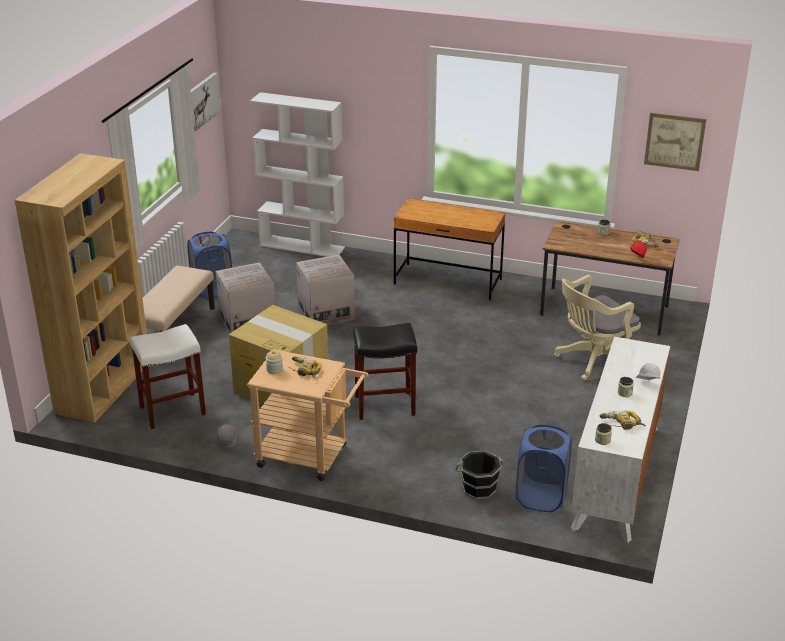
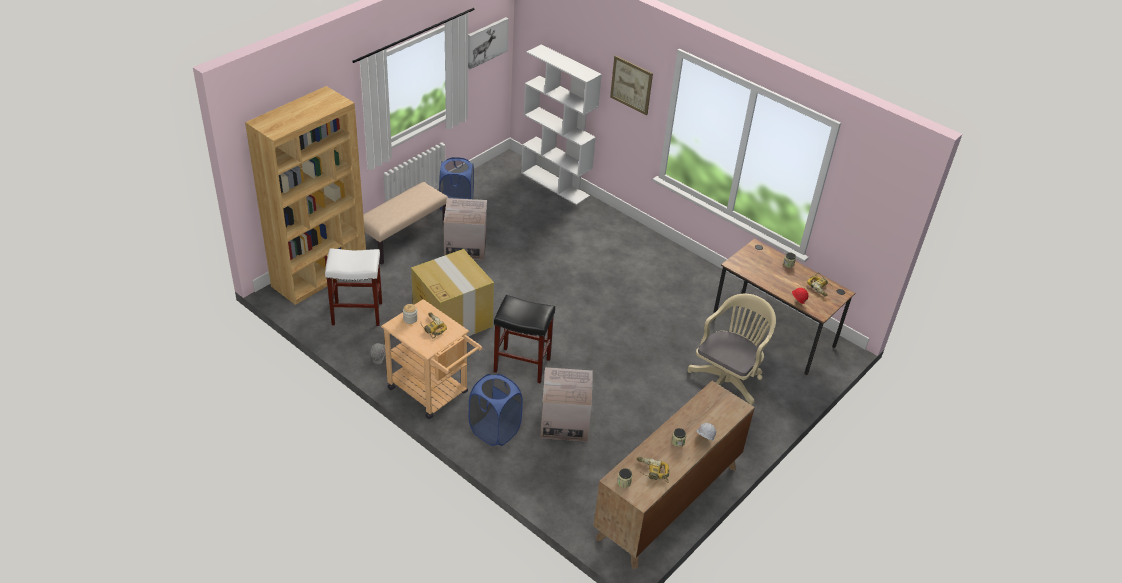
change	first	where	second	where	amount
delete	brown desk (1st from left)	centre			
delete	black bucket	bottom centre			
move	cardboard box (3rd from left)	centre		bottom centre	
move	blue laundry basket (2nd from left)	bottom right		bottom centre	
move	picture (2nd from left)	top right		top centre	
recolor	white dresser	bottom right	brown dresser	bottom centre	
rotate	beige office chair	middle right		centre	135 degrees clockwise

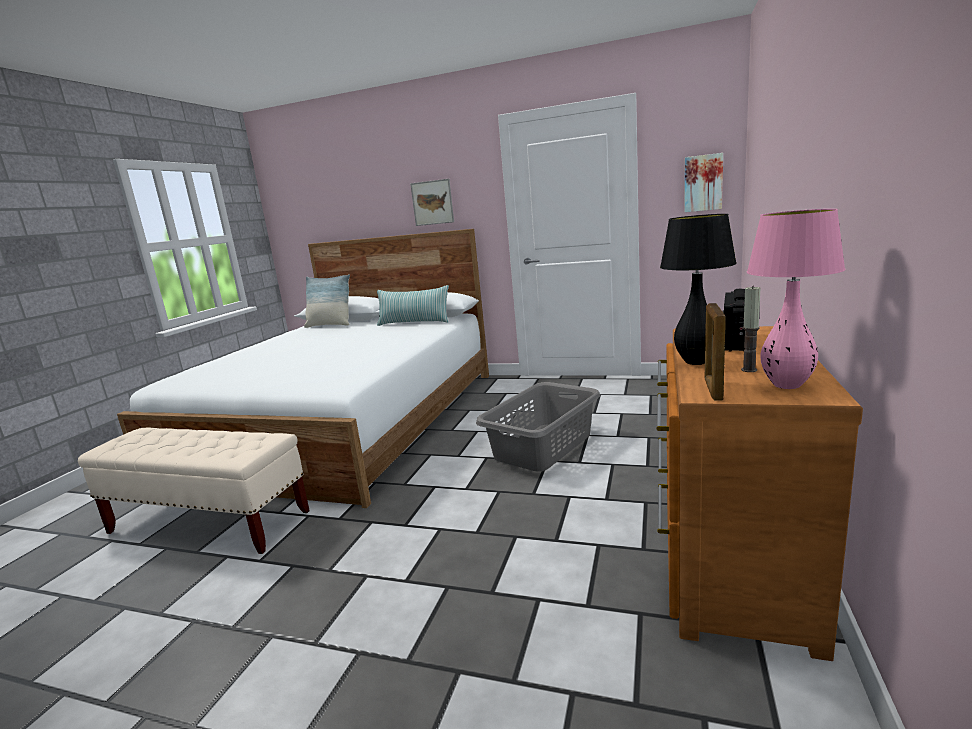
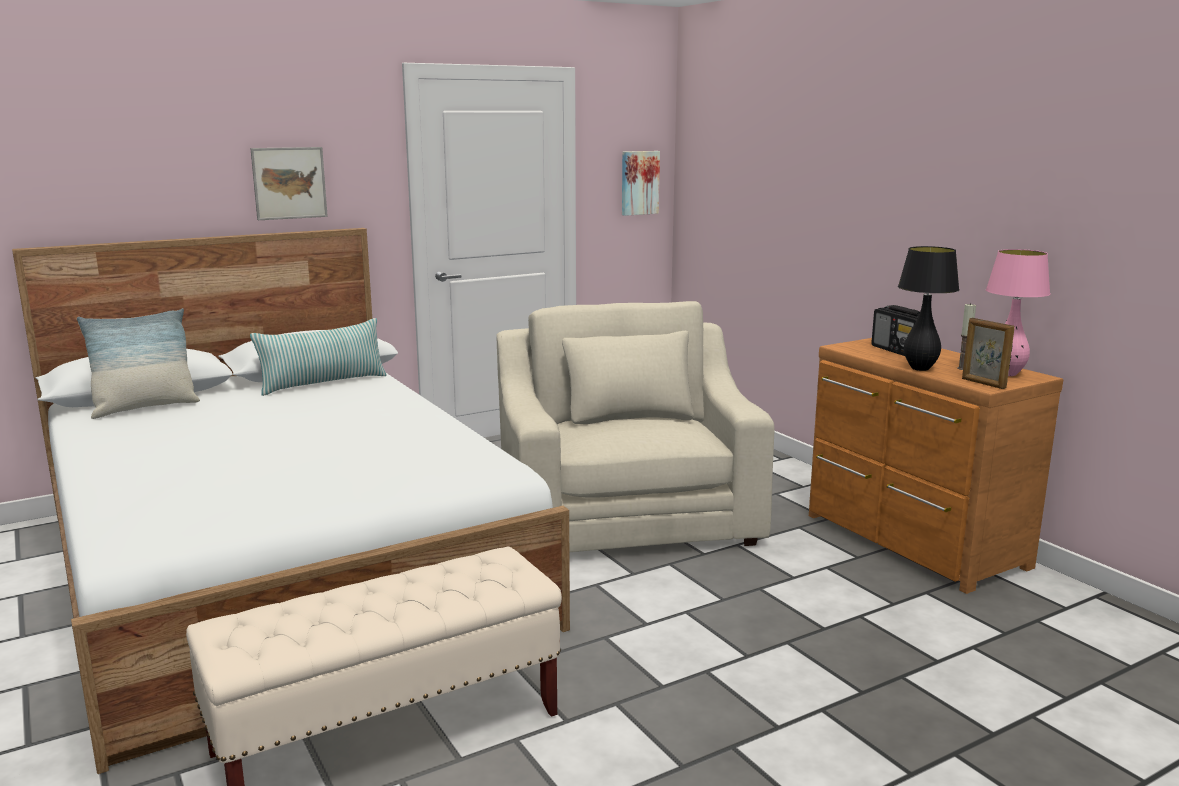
change	first	where	second	where	amount
replace	grey laundry basket	centre	beige armchair	centre	

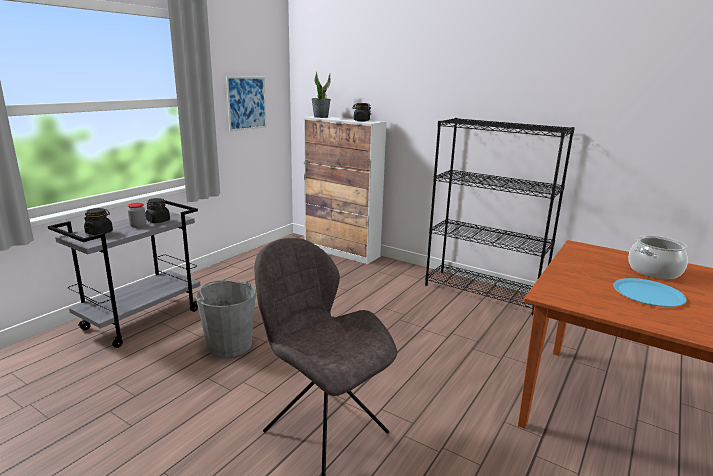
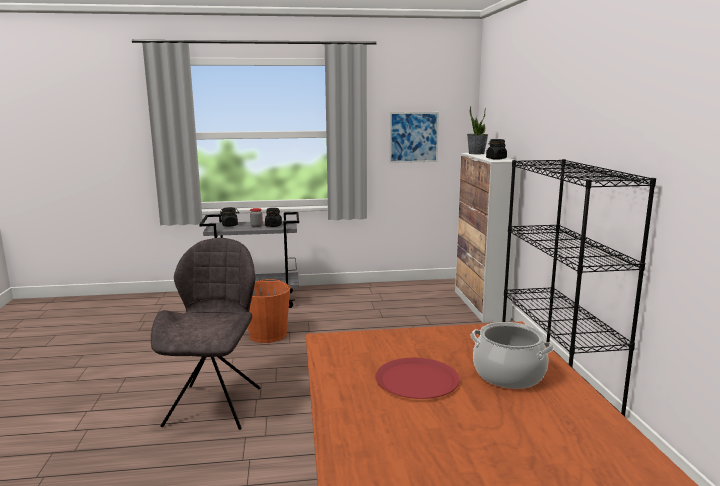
change	first	where	second	where	amount
recolor	grey bucket	bottom left	orange bucket	centre	
recolor	blue plate	middle right	red plate	bottom centre	

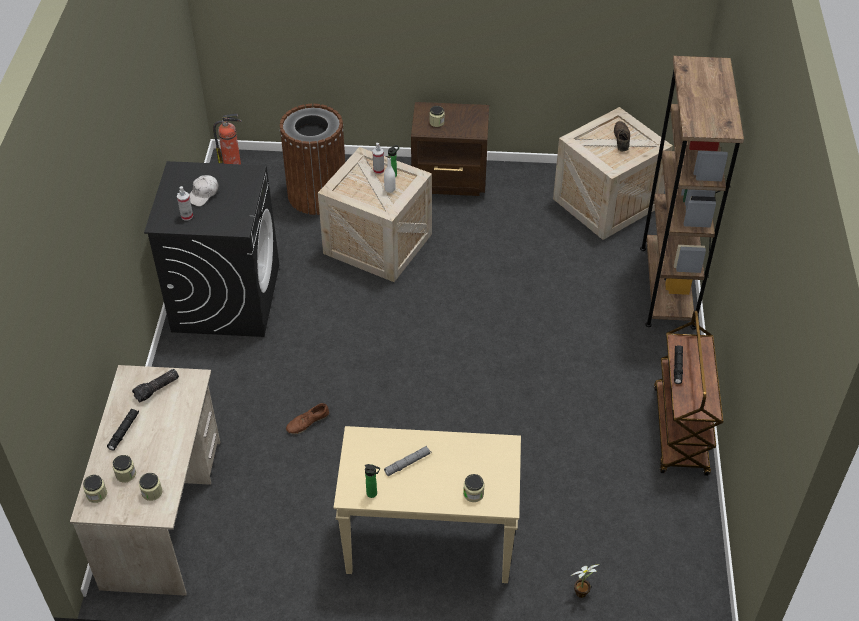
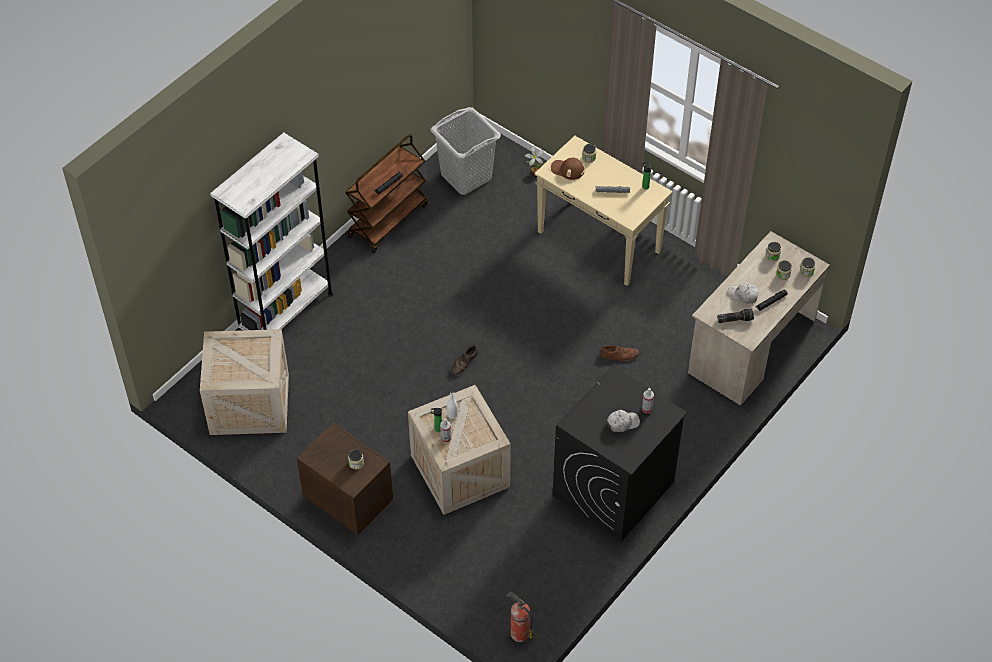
change	first	where	second	where	amount
delete	brown trash can	top centre			
insert			grey laundry basket	top centre	
insert			brown cap	top centre	
insert			white cap (2nd from left)	middle right	
move	brown shoe (2nd from left in the first image)	top right	brown shoe (1st from left)	centre	
recolor	brown bookcase	top right	white bookcase	middle left	

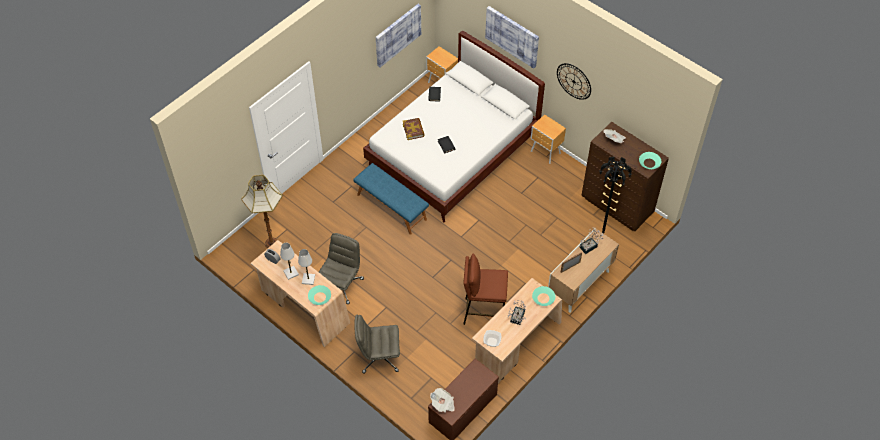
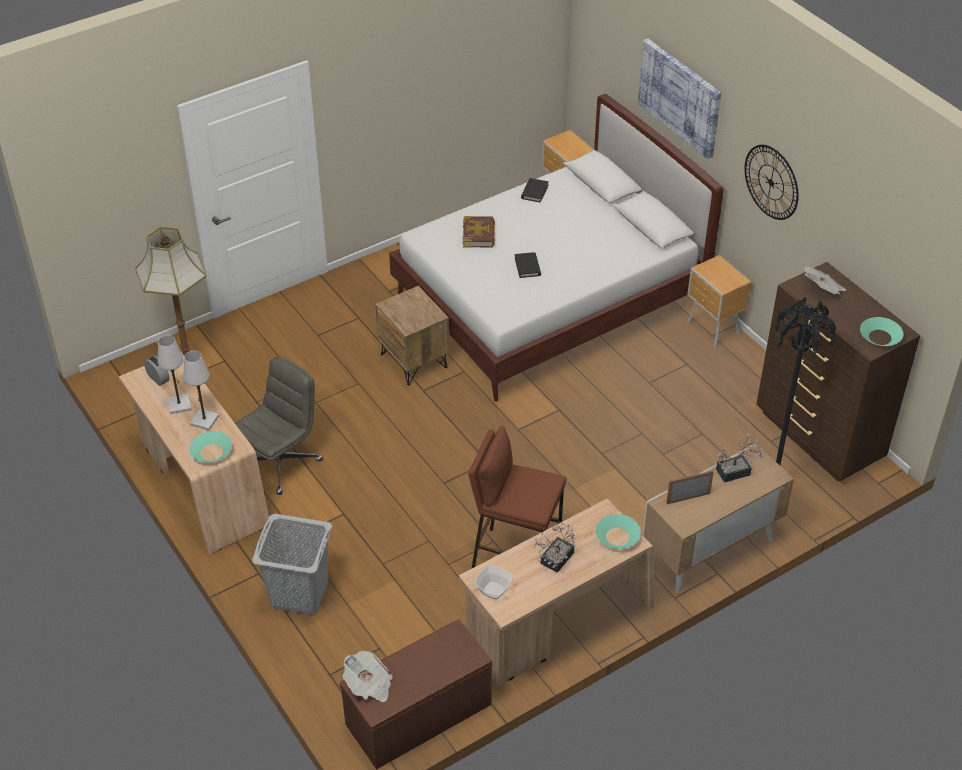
change	first	where	second	where	amount
delete	picture (1st from left)	top centre			
replace	blue bench	centre	brown nightstand (1st from left)	centre	
replace	grey office chair (2nd from left)	bottom centre	grey laundry basket	bottom left	

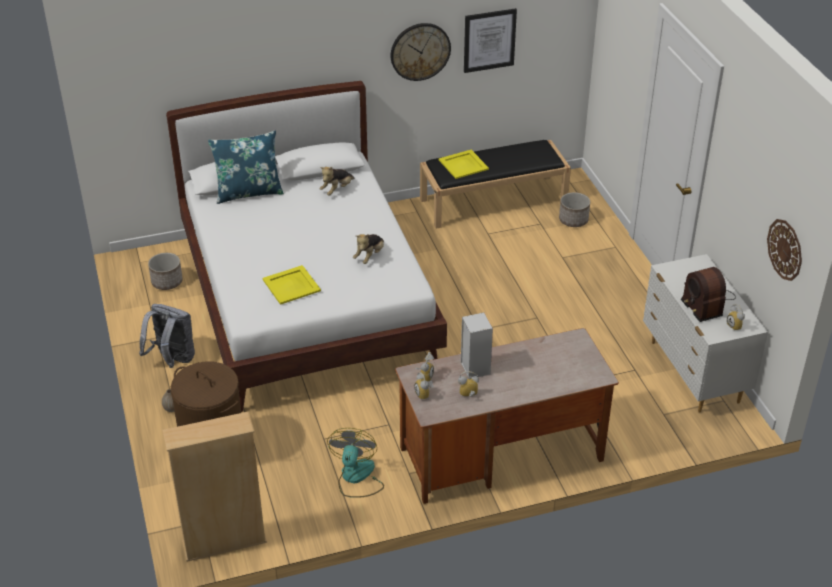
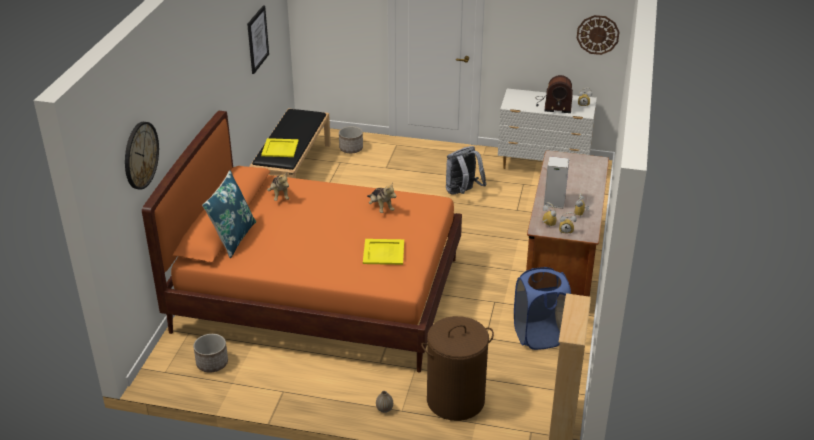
change	first	where	second	where	amount
move	grey backpack	middle left		centre	
move	wall clock (1st from left)	top centre		middle left	
replace	fan	bottom centre	blue laundry basket	bottom centre	
recolor	white bed	centre	orange bed	centre	

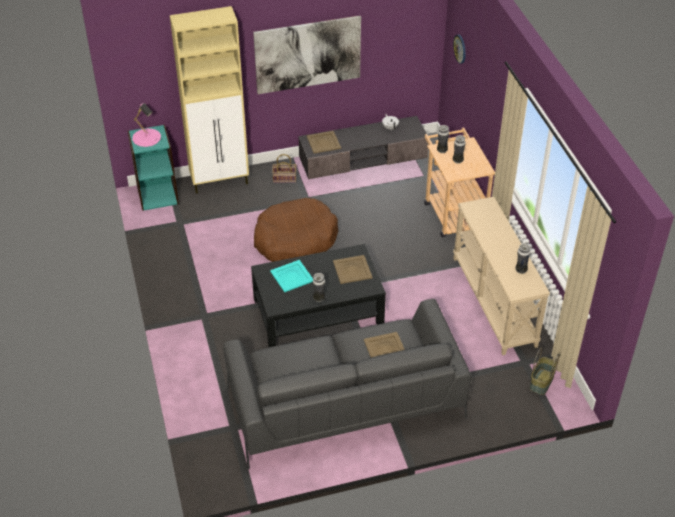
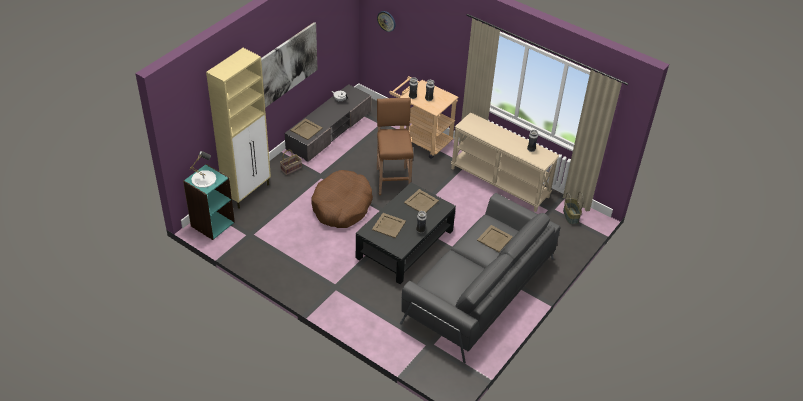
change	first	where	second	where	amount
insert			brown stool	centre	
recolor	pink table lamp	top left	white table lamp	middle left	
recolor	turquoise tray	centre	beige tray (2nd from left)	centre	

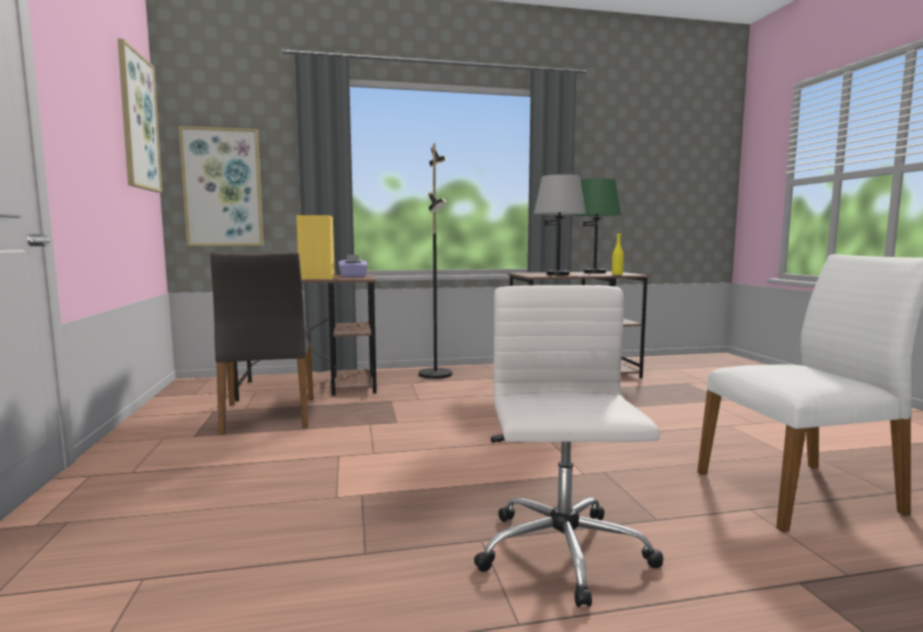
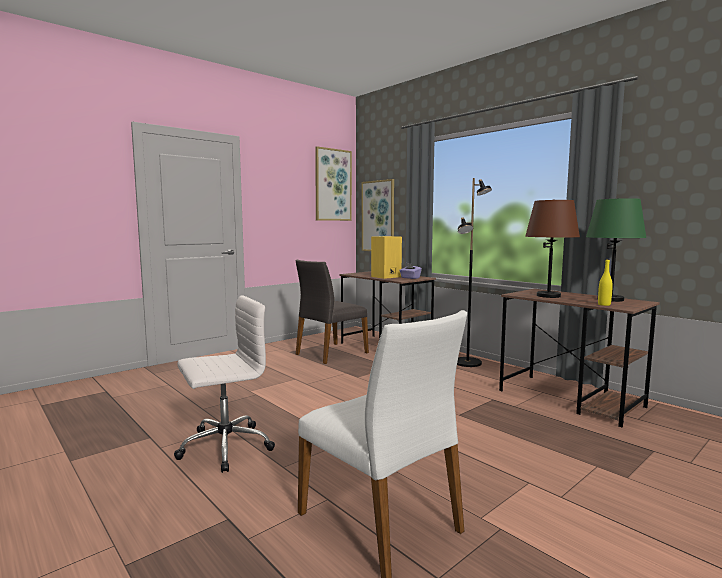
change	first	where	second	where	amount
recolor	grey table lamp	centre	brown table lamp	middle right	

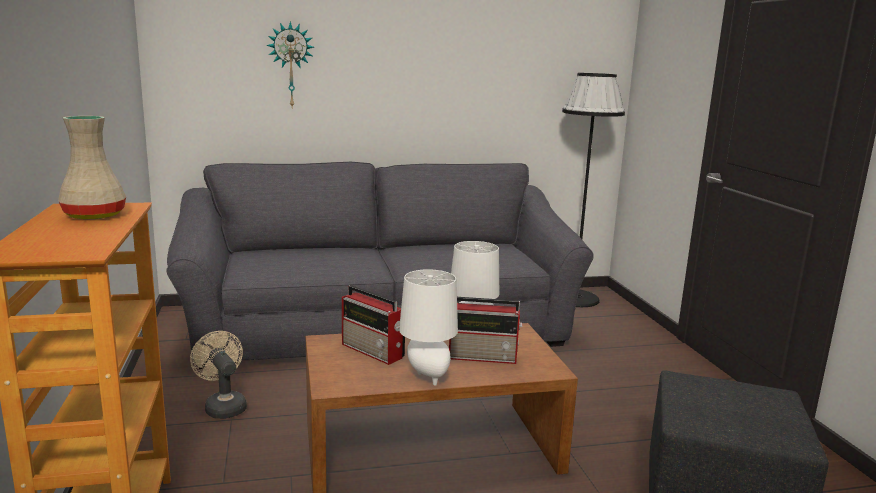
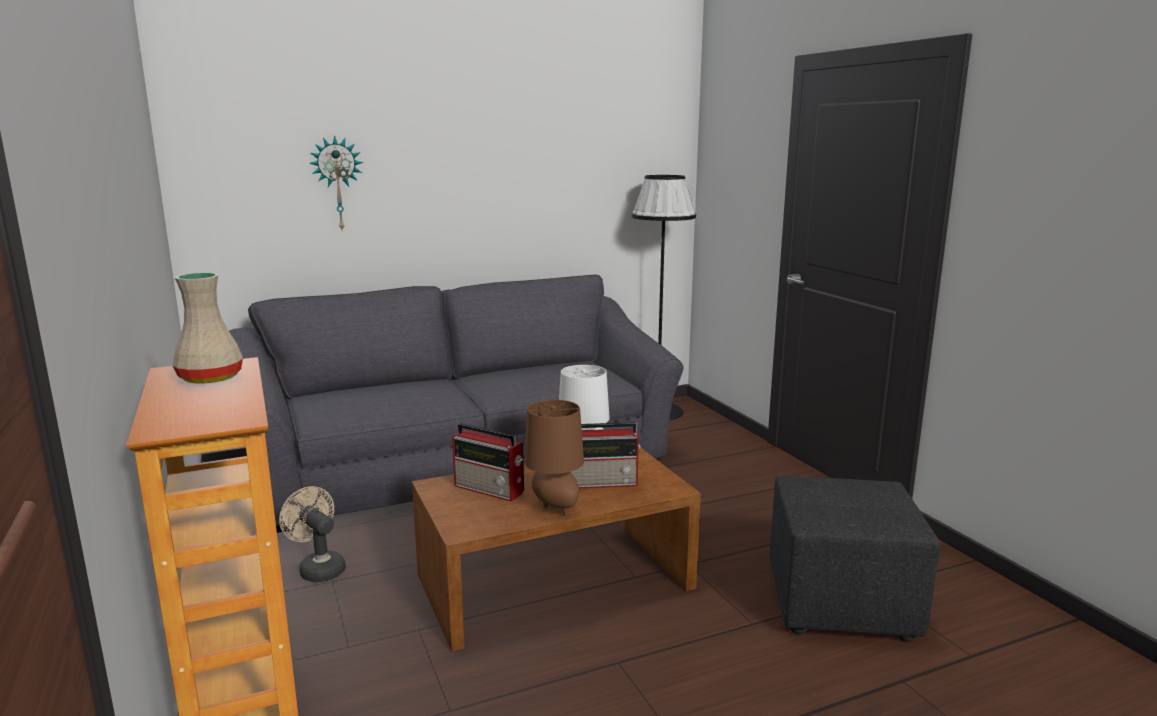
change	first	where	second	where	amount
recolor	white table lamp (1st from left)	centre	brown table lamp	centre	

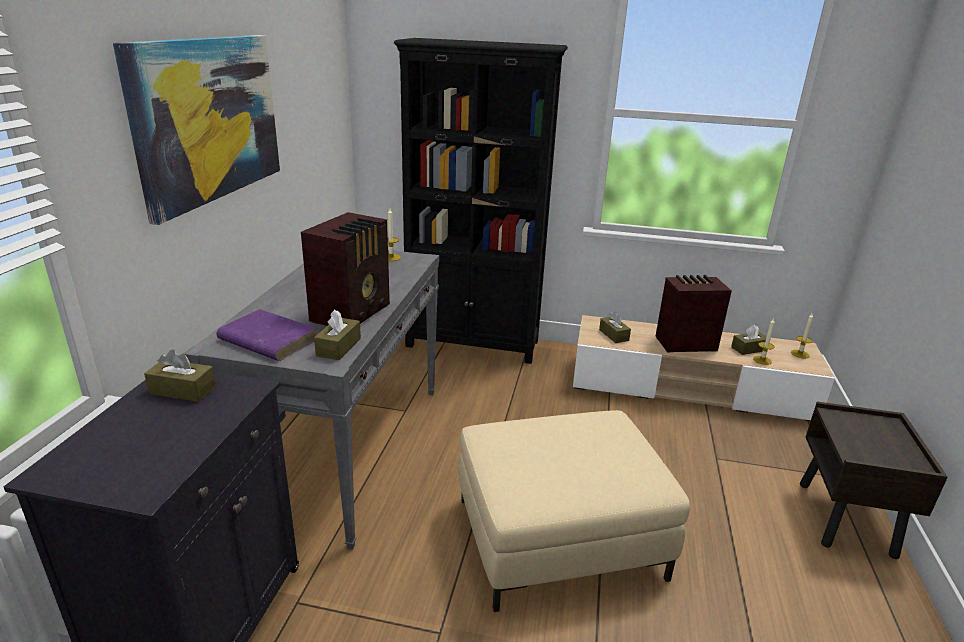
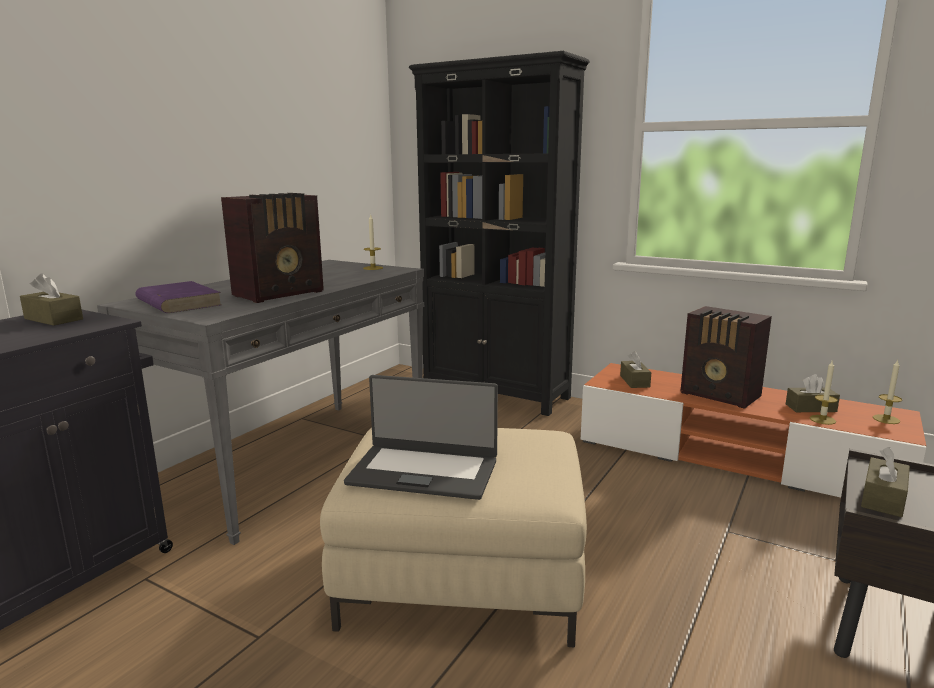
change	first	where	second	where	amount
delete	picture	top left			
insert			laptop	centre	
move	brown tissue box (2nd from left in the first image)	centre	brown tissue box (4th from left)	bottom right	
recolor	beige tv stand	middle right	orange tv stand	middle right	
rotate	radio (2nd from left)	middle right		middle right	150 degrees counterclockwise

